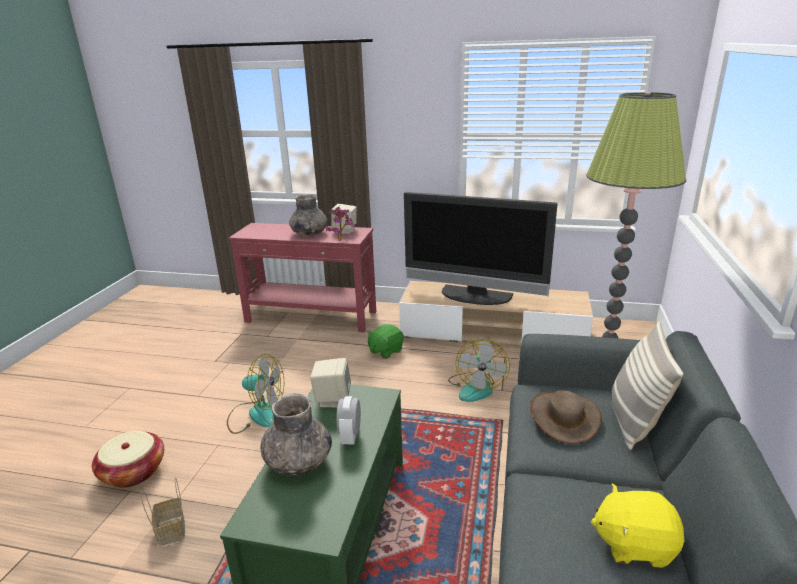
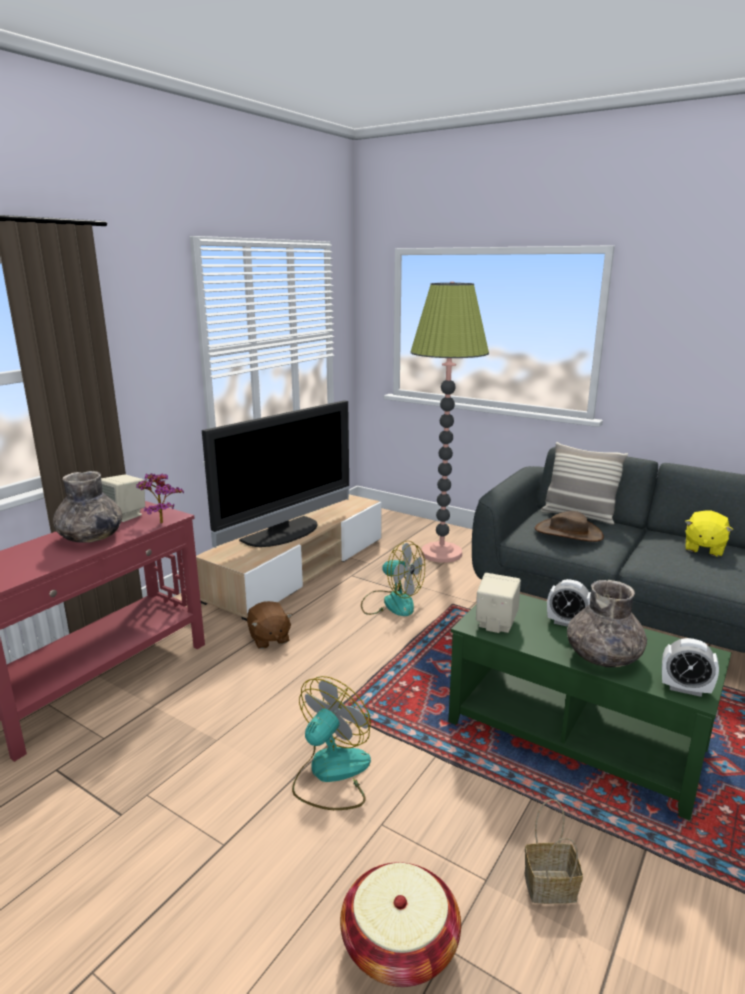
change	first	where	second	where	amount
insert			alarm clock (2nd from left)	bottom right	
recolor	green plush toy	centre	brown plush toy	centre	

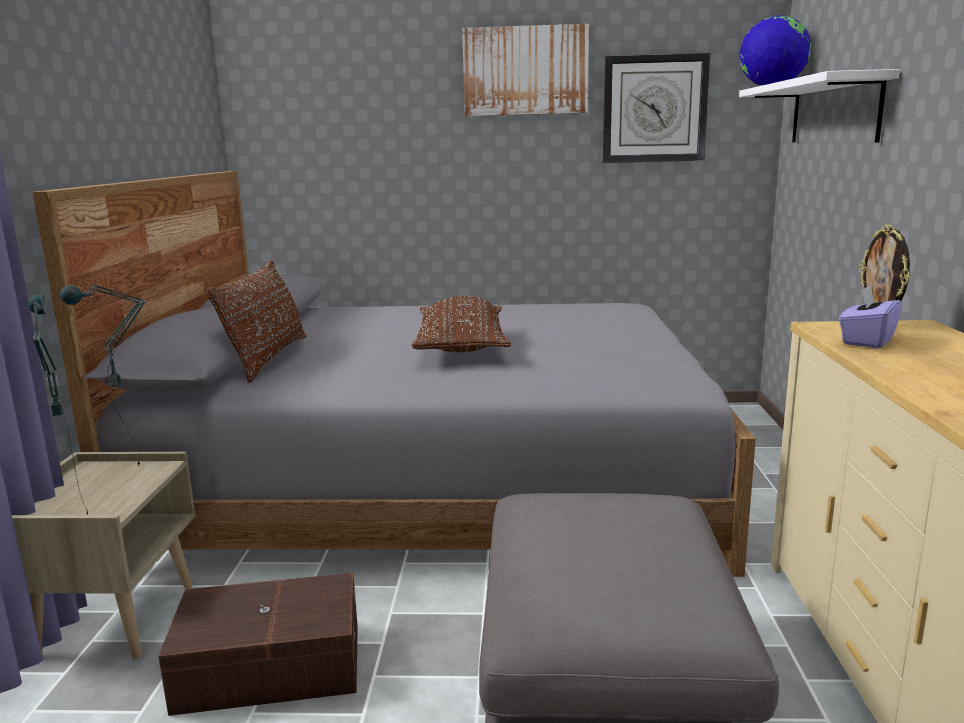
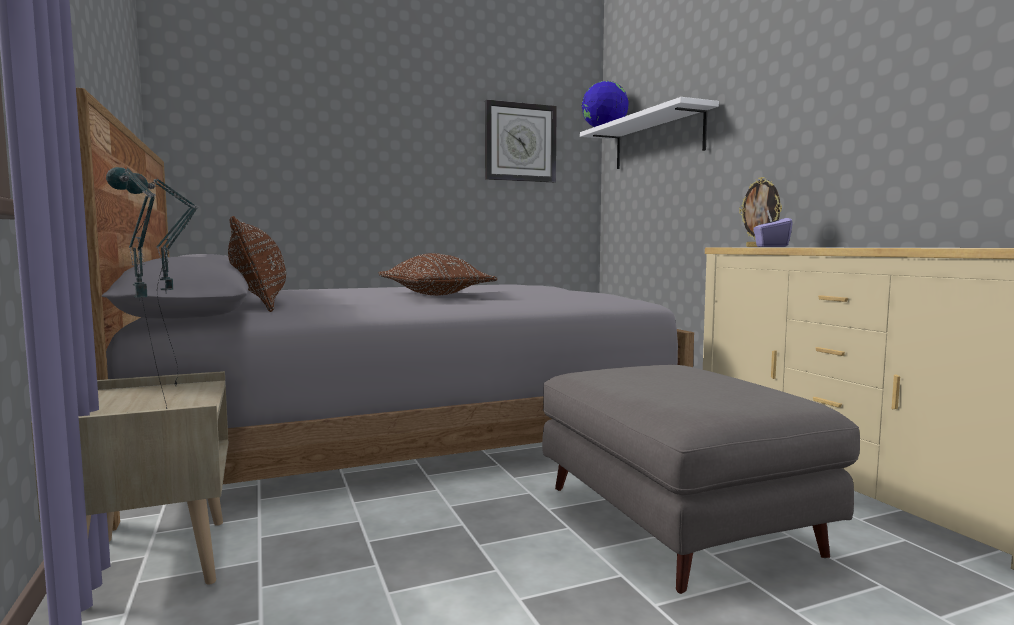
change	first	where	second	where	amount
delete	brown storage box	bottom left			
delete	picture	top centre			

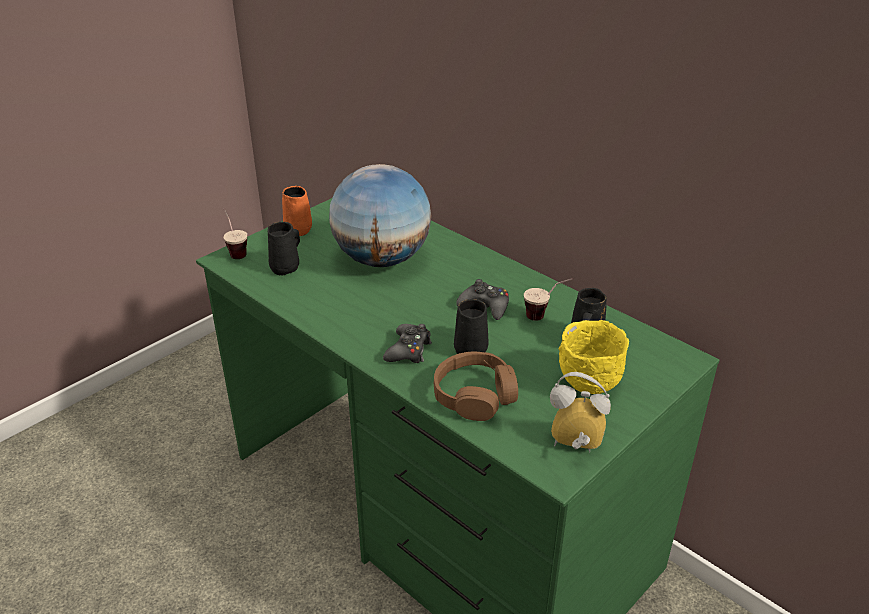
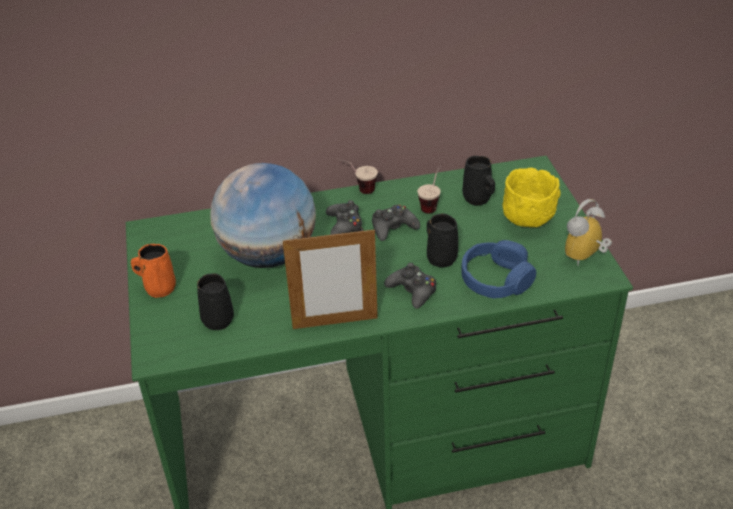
change	first	where	second	where	amount
insert			picture frame	centre	
insert			black game controller (1st from left)	centre	
move	cup (1st from left)	middle left		centre	
recolor	brown headphones	centre	blue headphones	middle right	

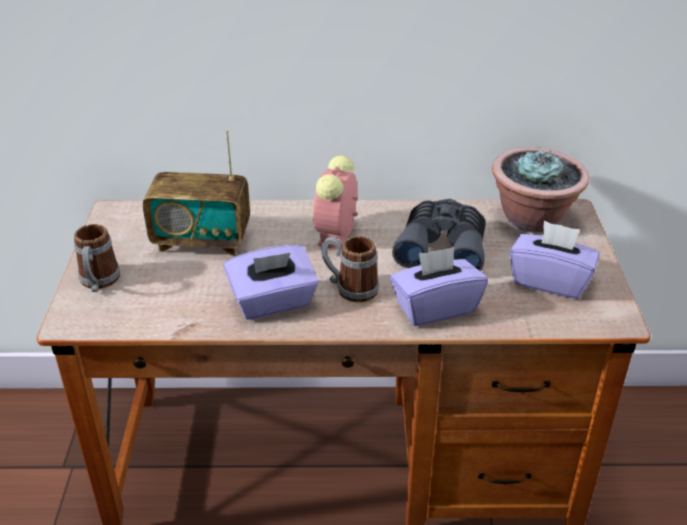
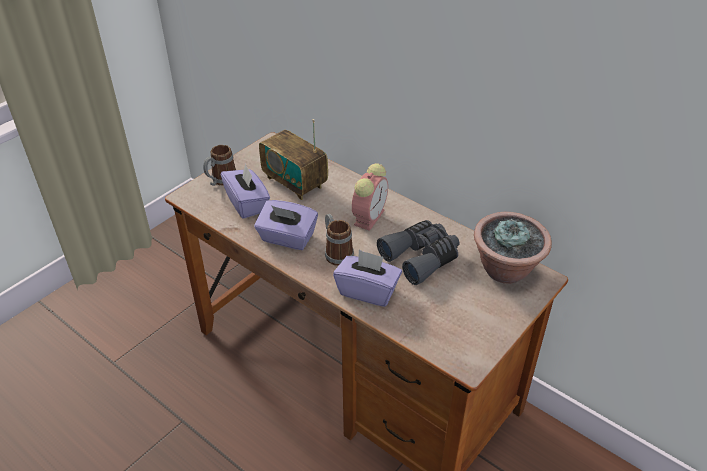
change	first	where	second	where	amount
move	purple tissue box (3rd from left in the first image)	middle right	purple tissue box (1st from left)	centre	
rotate	alarm clock	centre		centre	150 degrees clockwise

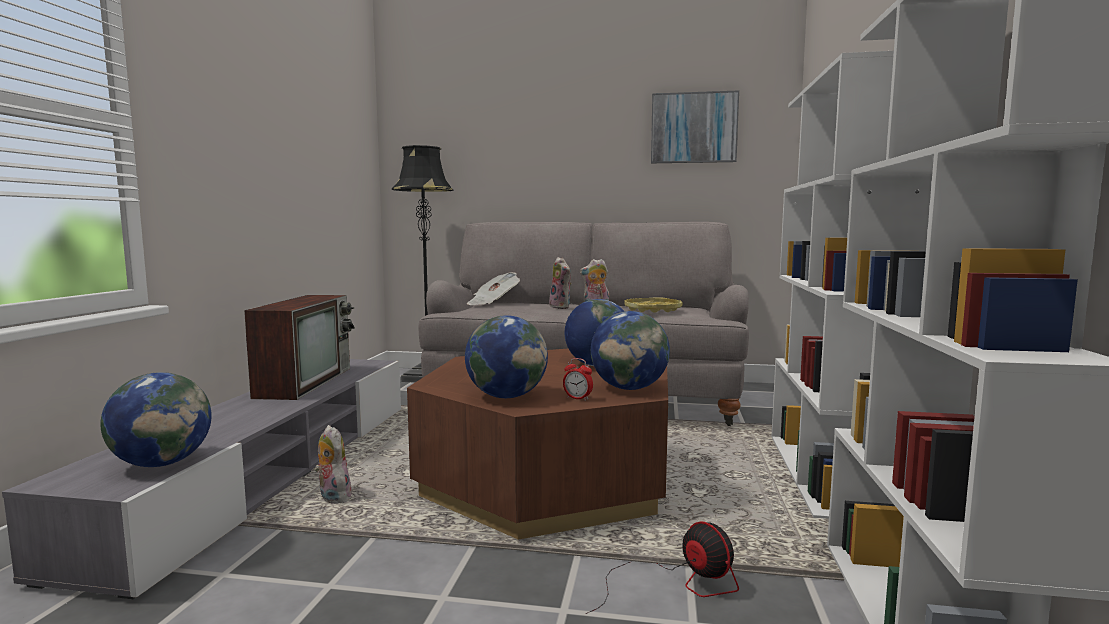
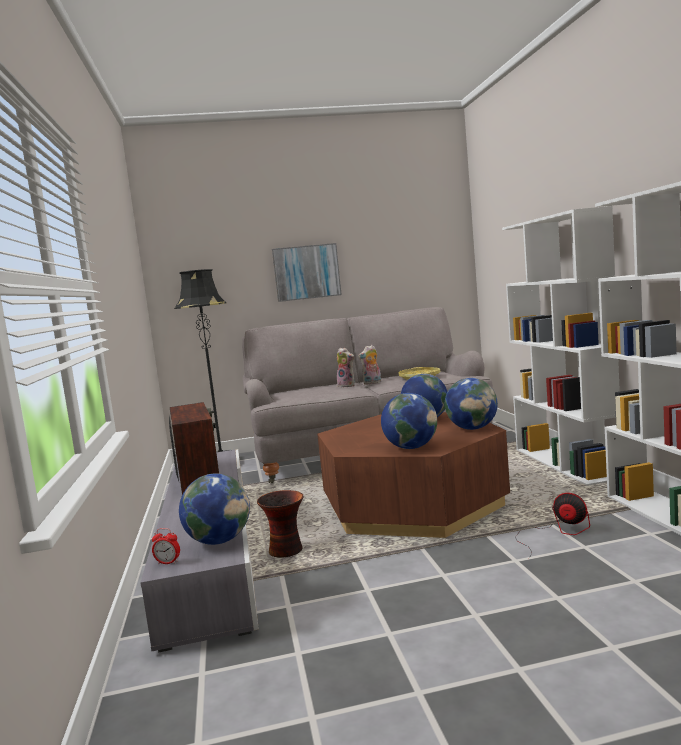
change	first	where	second	where	amount
delete	newspaper	centre			
move	alarm clock	centre		bottom left	
move	picture	top centre		centre	
replace	plush toy (1st from left)	bottom left	vase	bottom centre	

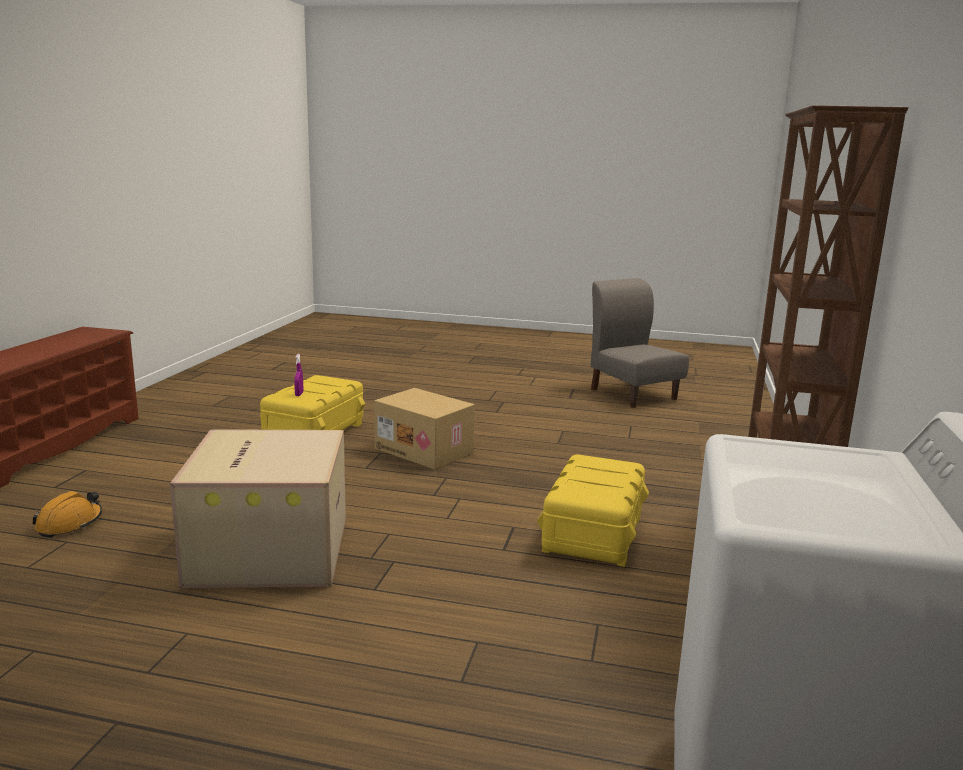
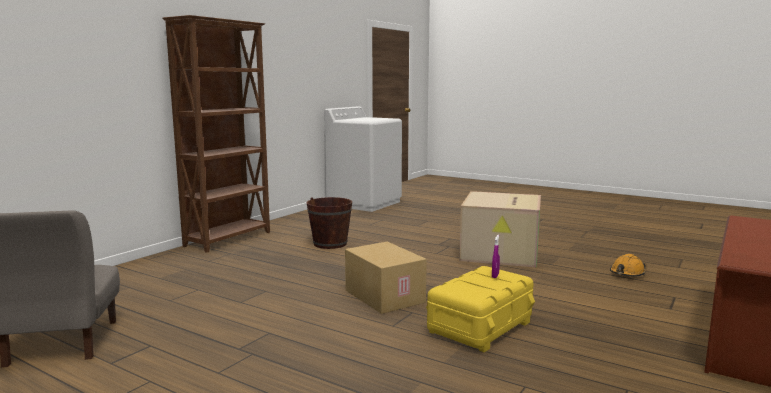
change	first	where	second	where	amount
replace	yellow storage box (2nd from left)	centre	brown bucket	centre	

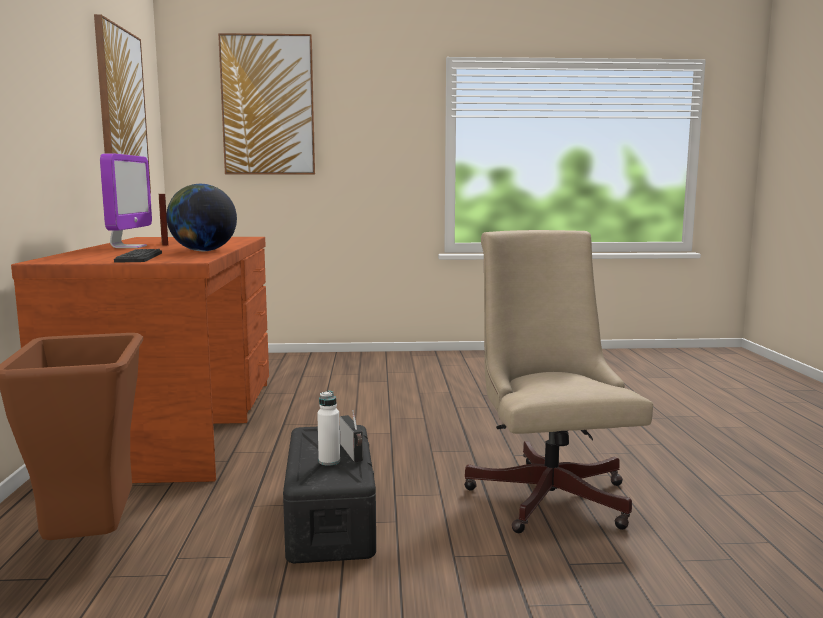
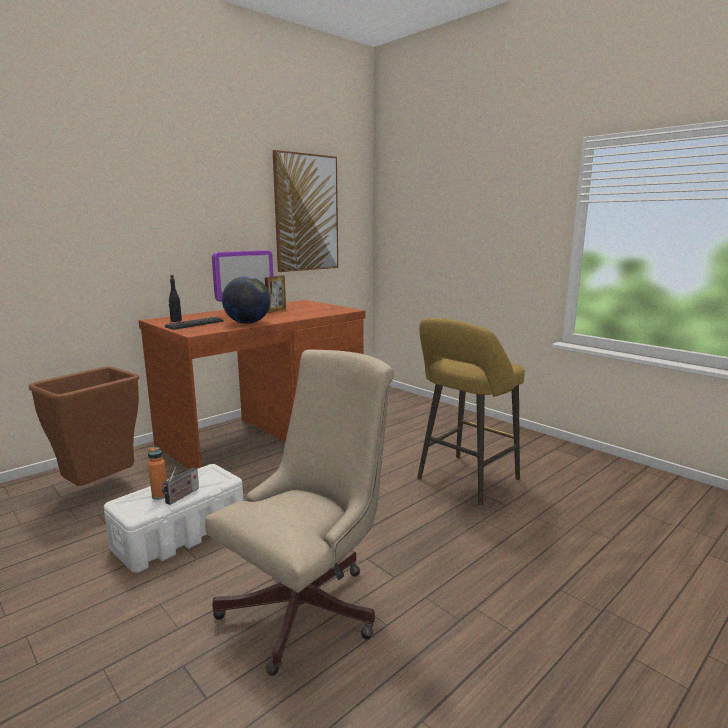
change	first	where	second	where	amount
delete	picture (2nd from left)	top left			
insert			black bottle	middle left	
insert			yellow stool	centre	
recolor	black storage box	bottom centre	white storage box	bottom left	
recolor	white bottle	bottom centre	orange bottle	middle left	

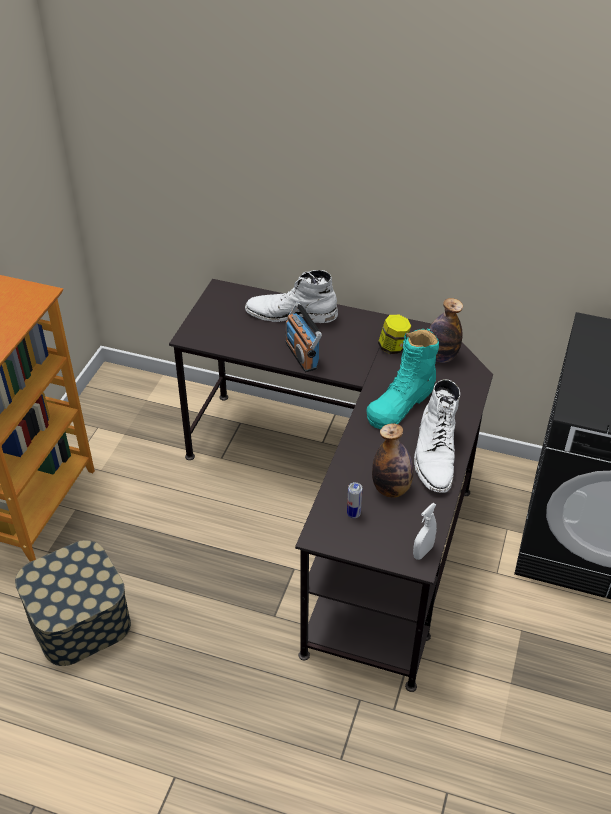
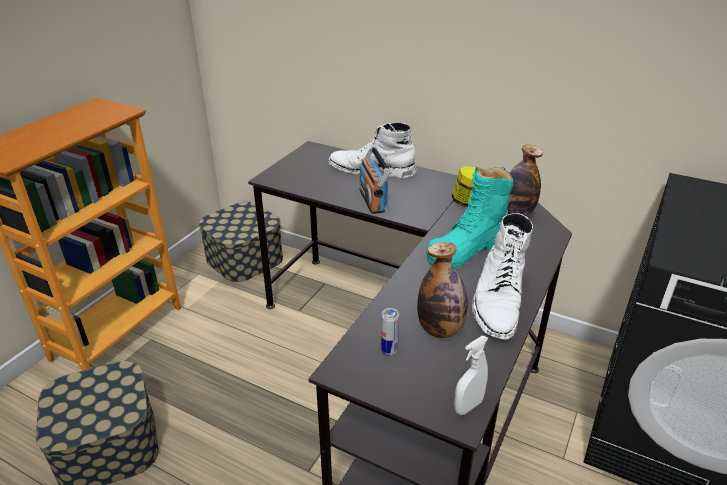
change	first	where	second	where	amount
insert			storage box (2nd from left)	middle left	

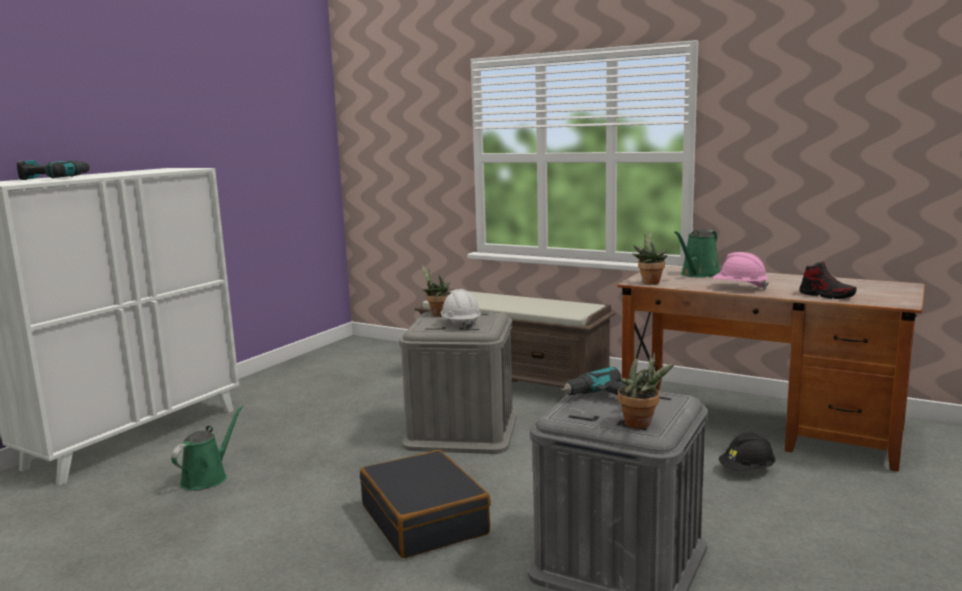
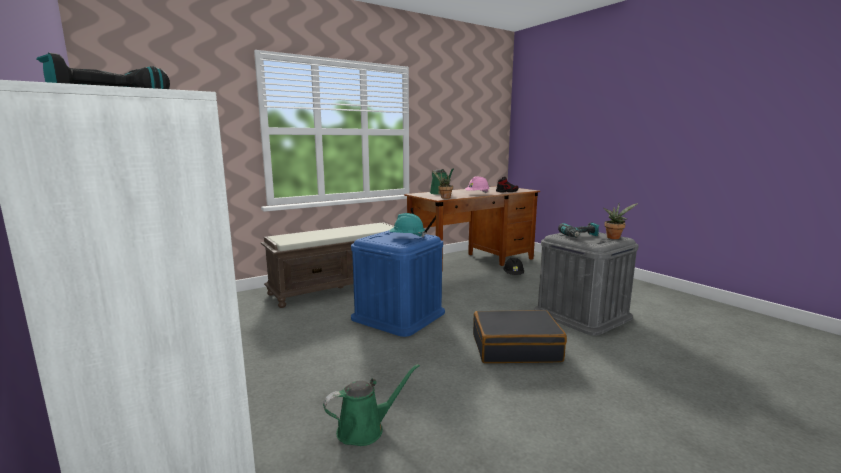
change	first	where	second	where	amount
delete	potted plant (1st from left)	centre			
recolor	grey storage box (1st from left)	centre	blue storage box	centre	
recolor	white hard hat	centre	turquoise hard hat	centre	
rotate	green watering can (1st from left)	bottom left		bottom centre	105 degrees clockwise

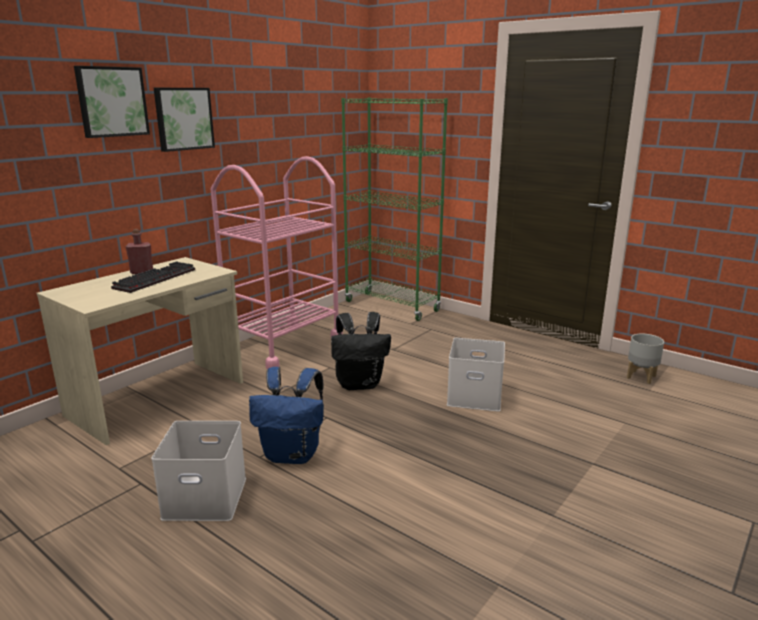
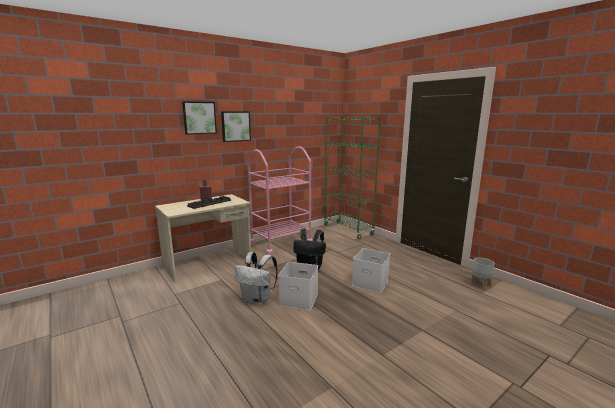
change	first	where	second	where	amount
move	white storage box (1st from left)	bottom left		bottom centre	
recolor	blue backpack	bottom centre	white backpack	bottom centre	

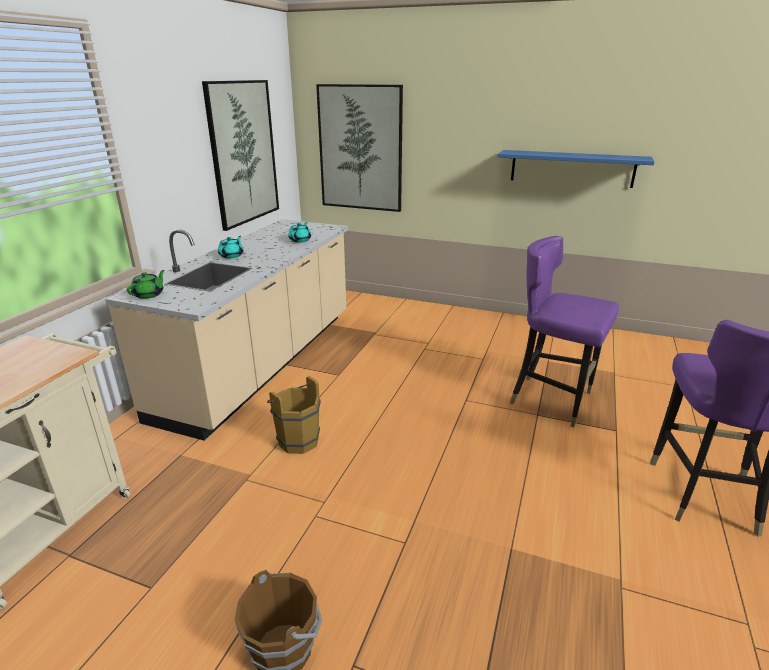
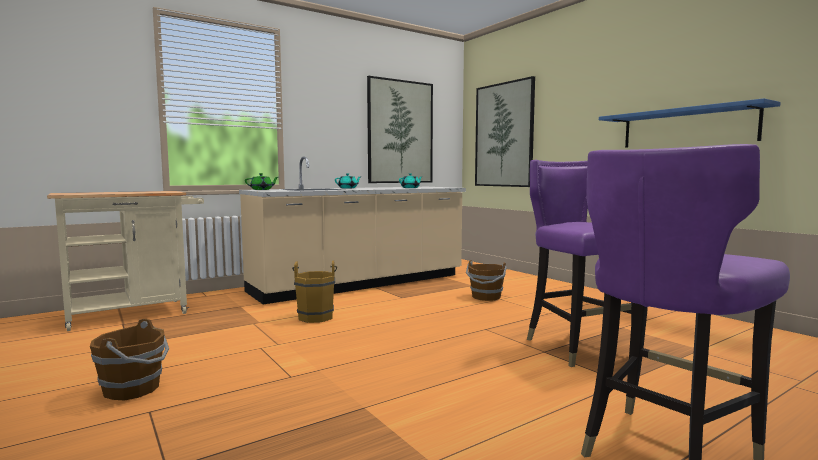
change	first	where	second	where	amount
insert			brown bucket (3rd from left)	centre	

